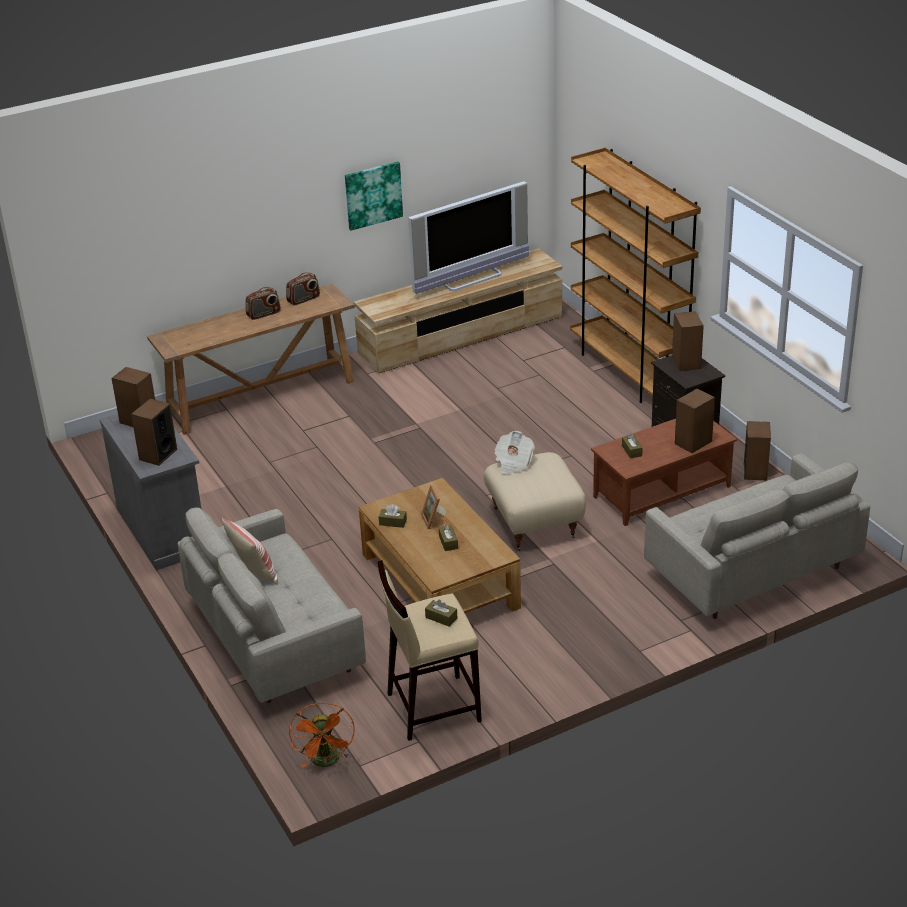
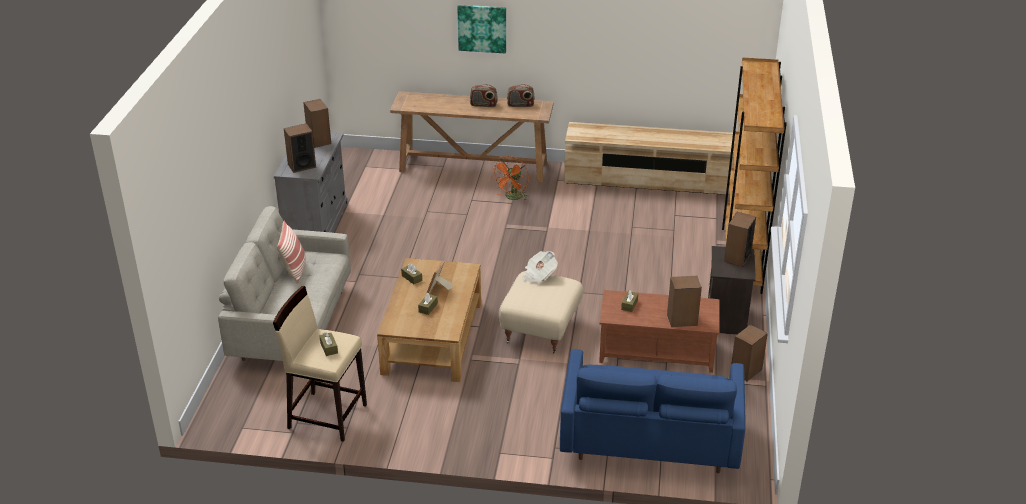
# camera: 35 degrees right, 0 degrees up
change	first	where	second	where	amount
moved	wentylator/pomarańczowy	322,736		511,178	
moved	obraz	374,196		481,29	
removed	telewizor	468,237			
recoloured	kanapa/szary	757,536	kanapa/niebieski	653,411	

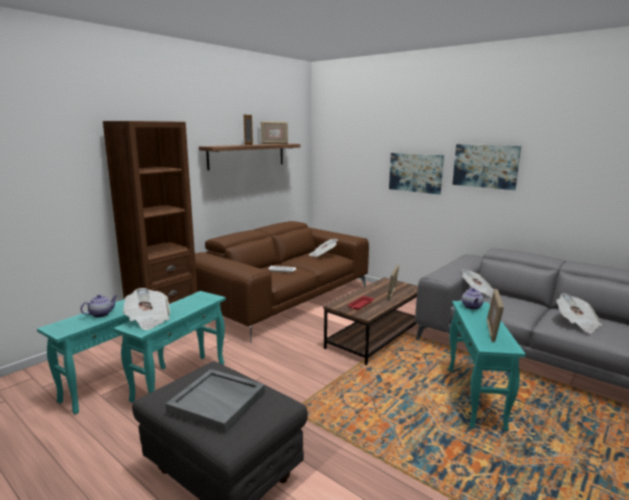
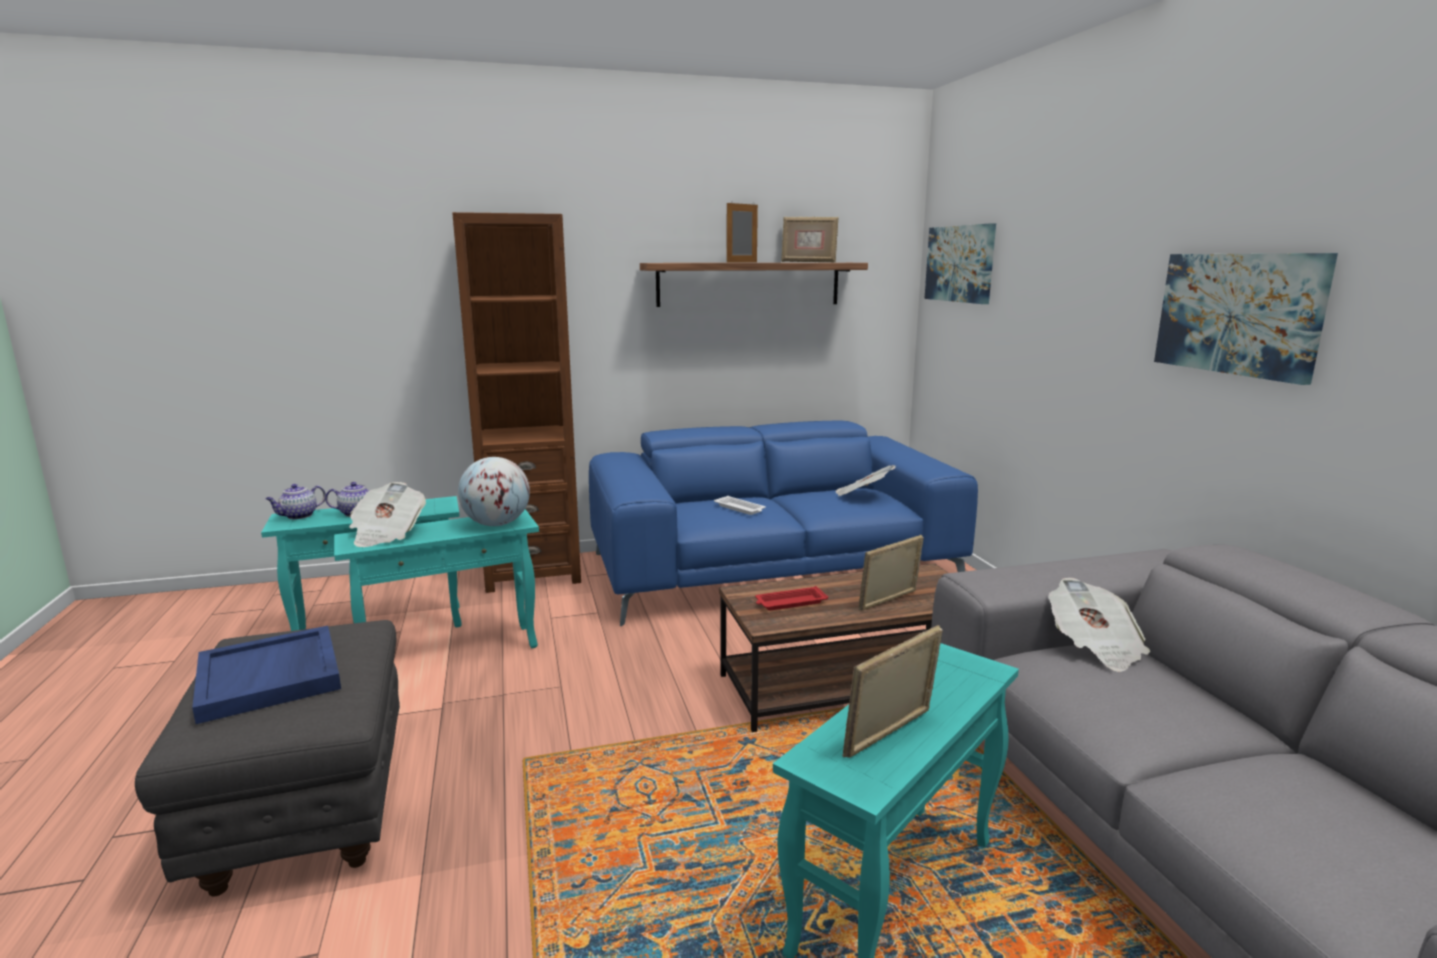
# camera: 35 degrees right, 0 degrees up
change	first	where	second	where	amount
recoloured	taca/szary	215,401	taca/niebieski	266,675	
recoloured	kanapa/brązowy	282,282	kanapa/niebieski	783,523	
moved	obraz	416,173		960,263	
moved	imbryk	473,298		296,501	
removed	gazeta	579,313			
added			globus	494,491	

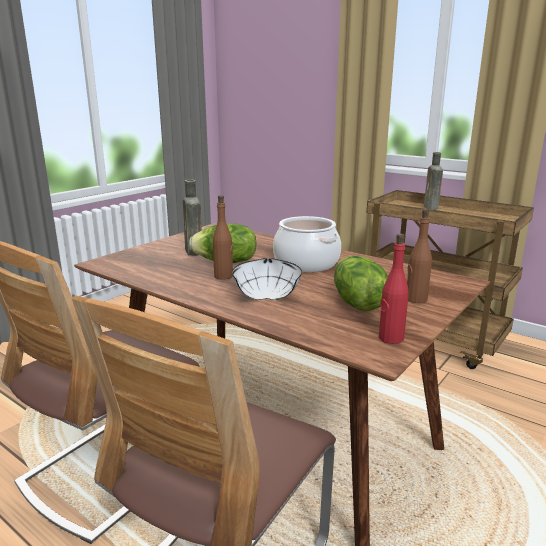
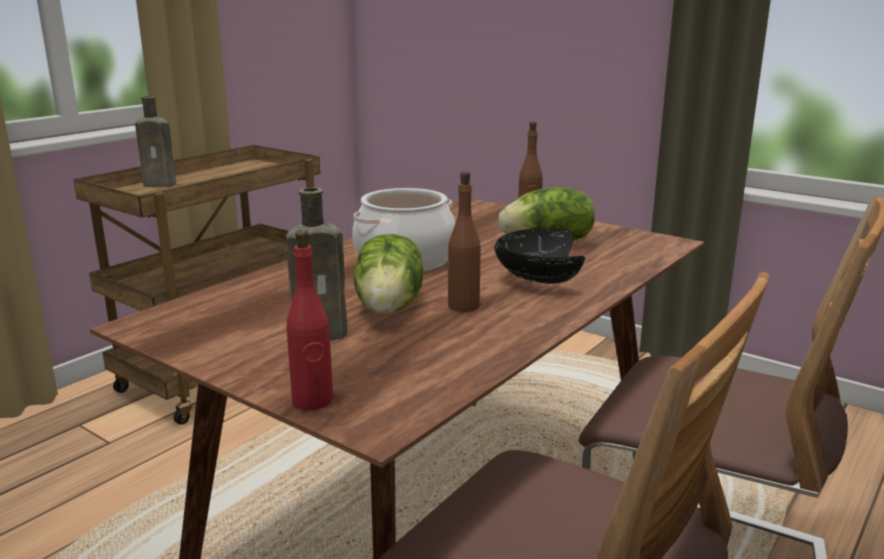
# camera: 90 degrees left, 0 degrees up
change	first	where	second	where	amount
recoloured	miska/biały	267,279	miska/czarny	539,256	
moved	butelka/czerwony	394,289		310,320	

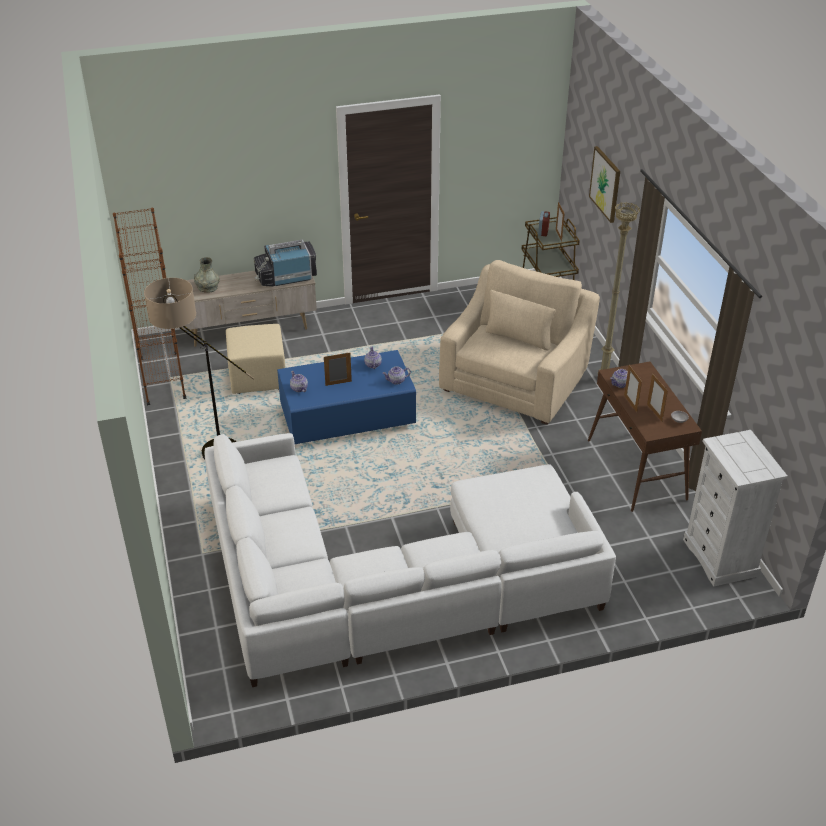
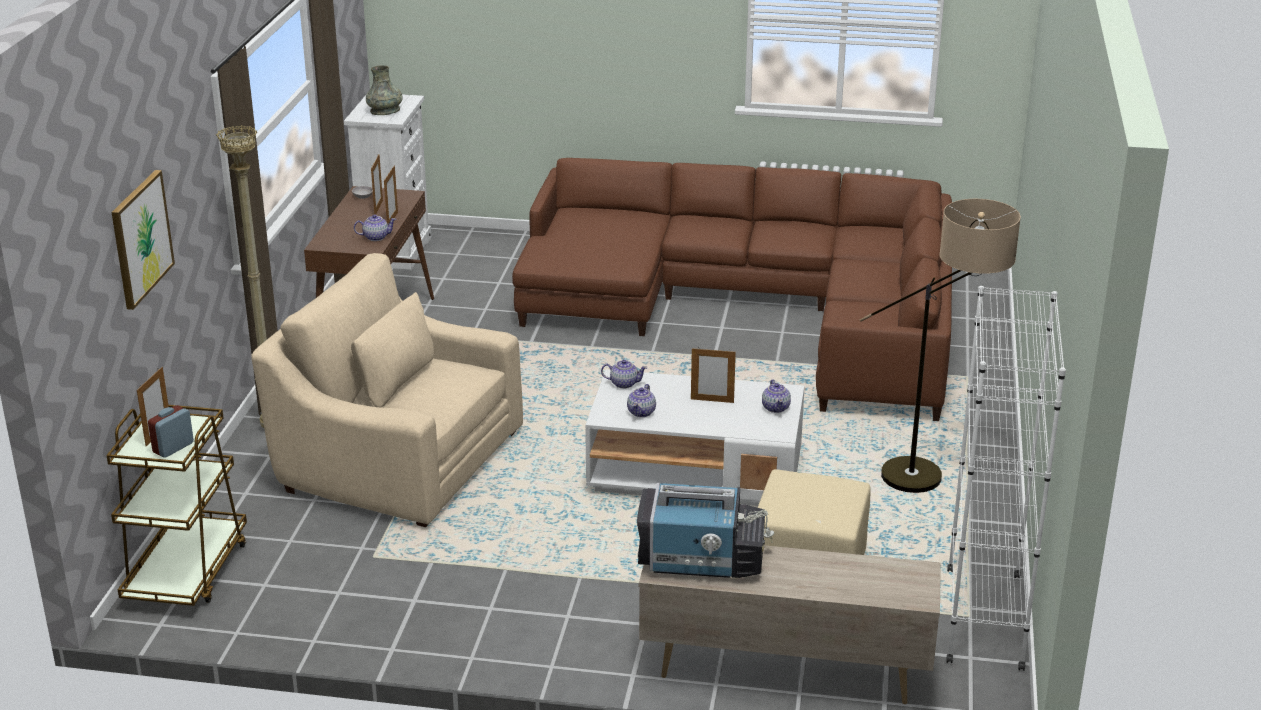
# camera: 155 degrees left, 10 degrees down
change	first	where	second	where	amount
recoloured	regał/brązowy	149,306	regał/biały	1006,478	
moved	wazon/szary	207,275		384,90	
recoloured	kanapa/biały	410,560	kanapa/brązowy	732,289	
recoloured	ława/niebieski	346,397	ława/biały	695,437	
turned	fotel/beżowy	519,342		387,390	60 degrees clockwise

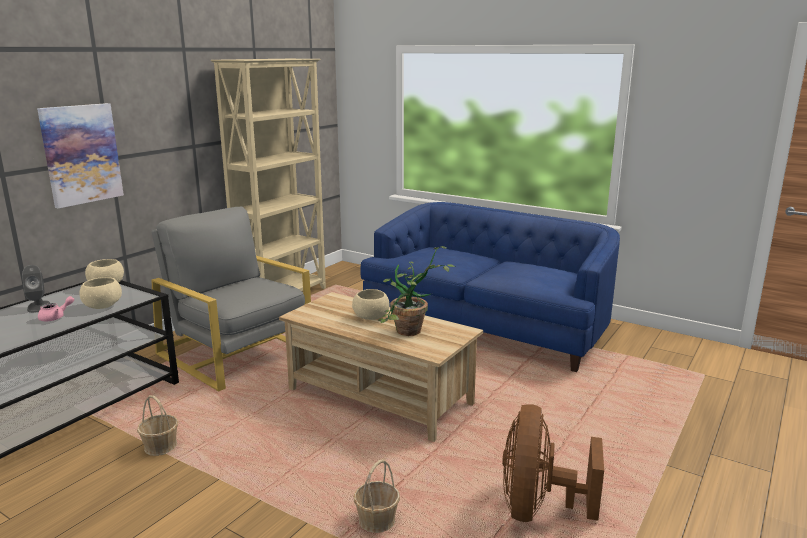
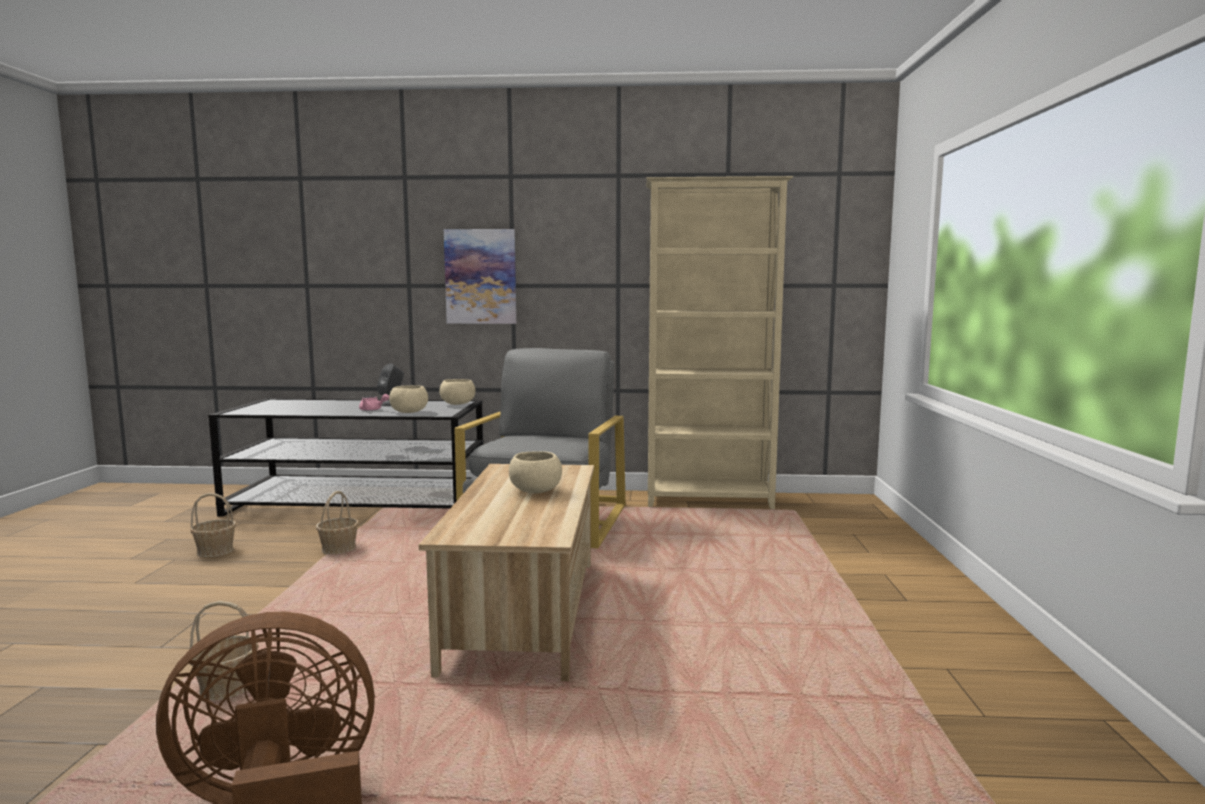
# camera: 60 degrees right, 10 degrees down
change	first	where	second	where	amount
removed	kanapa/niebieski	490,287			
removed	roślina doniczkowa	416,291			
added			koszyk	213,525	

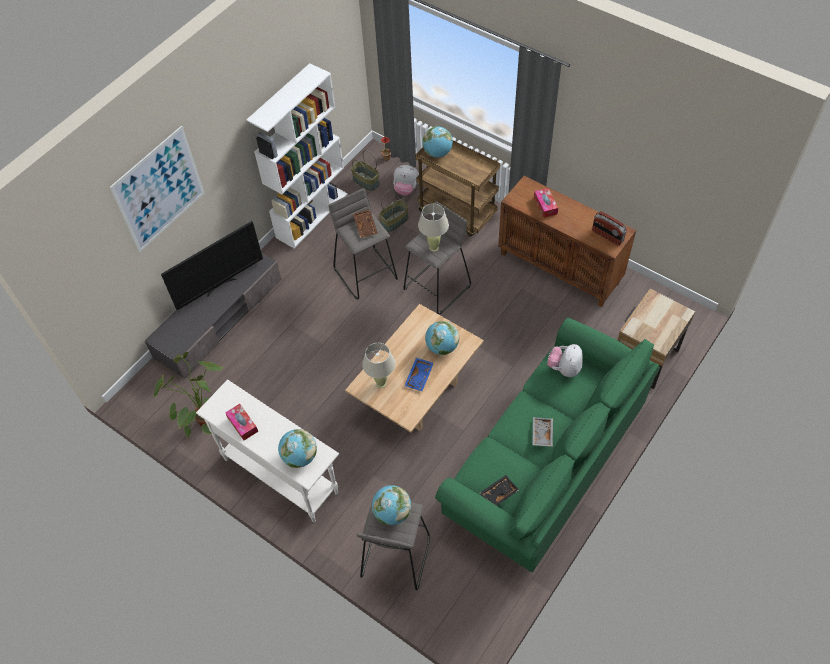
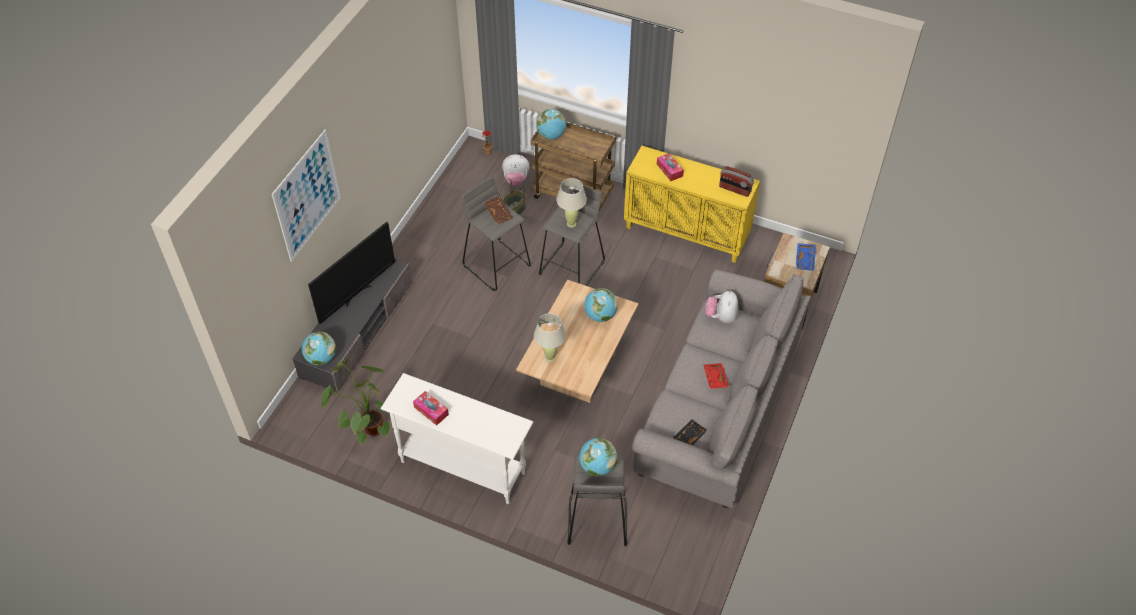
# camera: 15 degrees left, 5 degrees down
change	first	where	second	where	amount
removed	regał/biały	297,155			
moved	globus	297,448		319,349	
removed	koszyk	365,170			
moved	taca/niebieski	419,374		806,257	
recoloured	kanapa/zielony	547,445	kanapa/szary	721,388	
recoloured	szafka/brązowy	567,241	szafka/żółty	692,204	
recoloured	taca/szary	542,432	taca/czerwony	716,376	

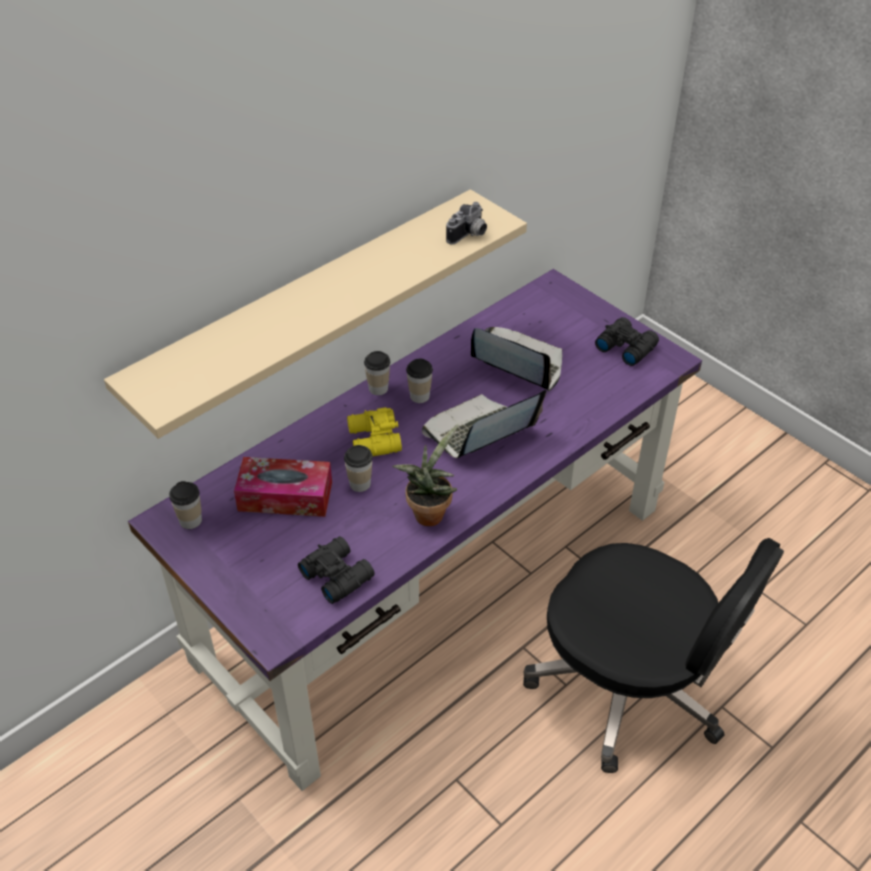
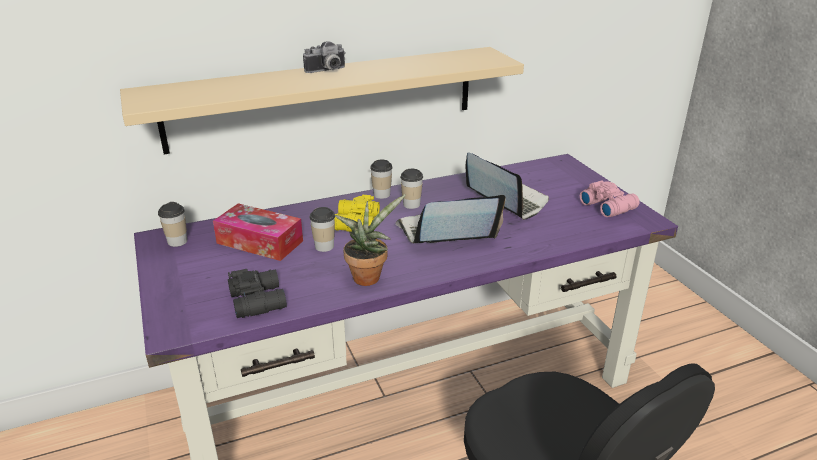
# camera: 20 degrees right, 15 degrees down
change	first	where	second	where	amount
moved	aparat fotograficzny	466,223		324,57	
recoloured	lornetka/czarny	627,341	lornetka/różowy	610,198	

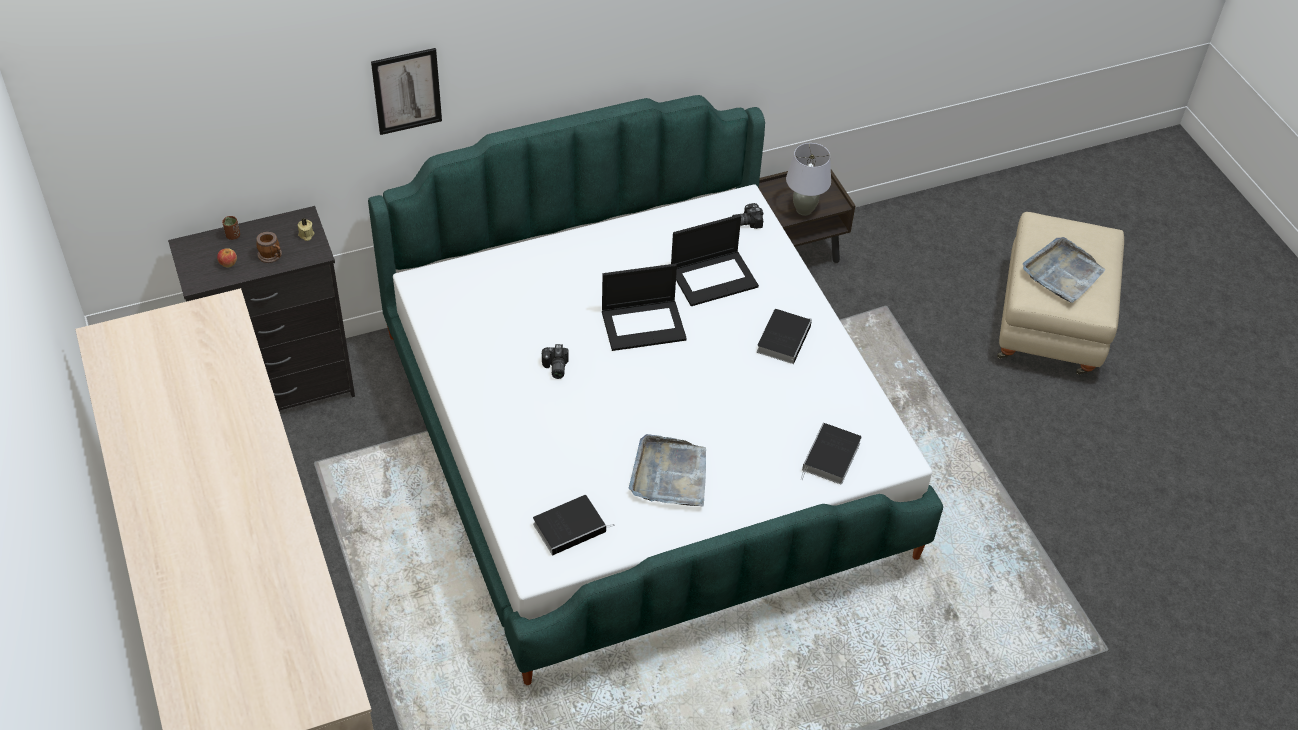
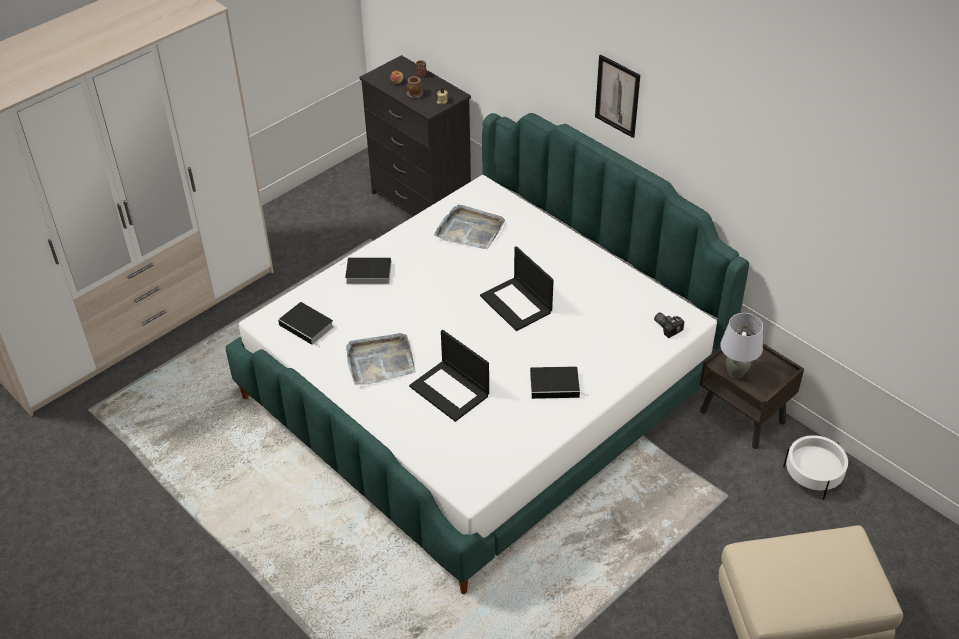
# camera: 70 degrees right, 5 degrees down
change	first	where	second	where	amount
moved	obraz	406,91		617,96	
removed	aparat fotograficzny	555,361			
moved	laptop	715,260		449,376	
moved	książka	831,453		365,270	
moved	taca/szary	1064,270		469,226	
added			donica/biały	815,467	

